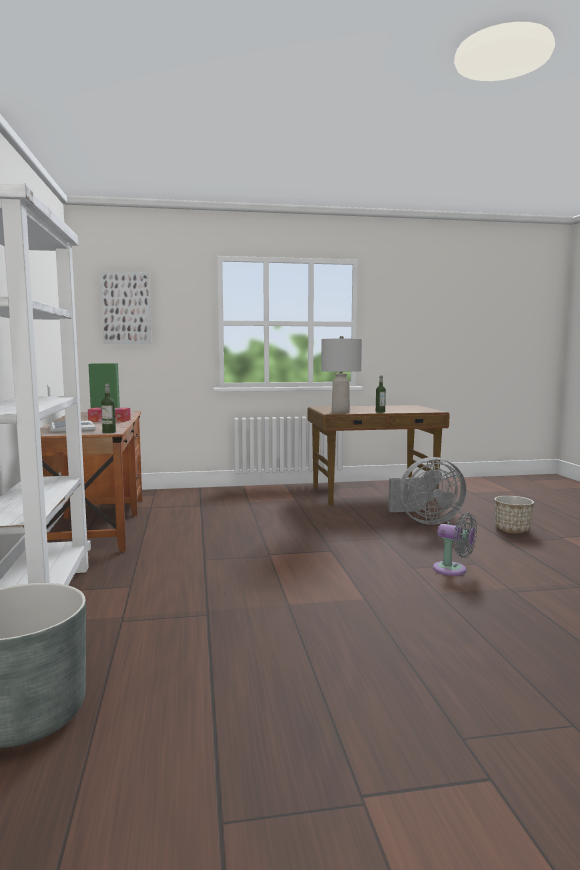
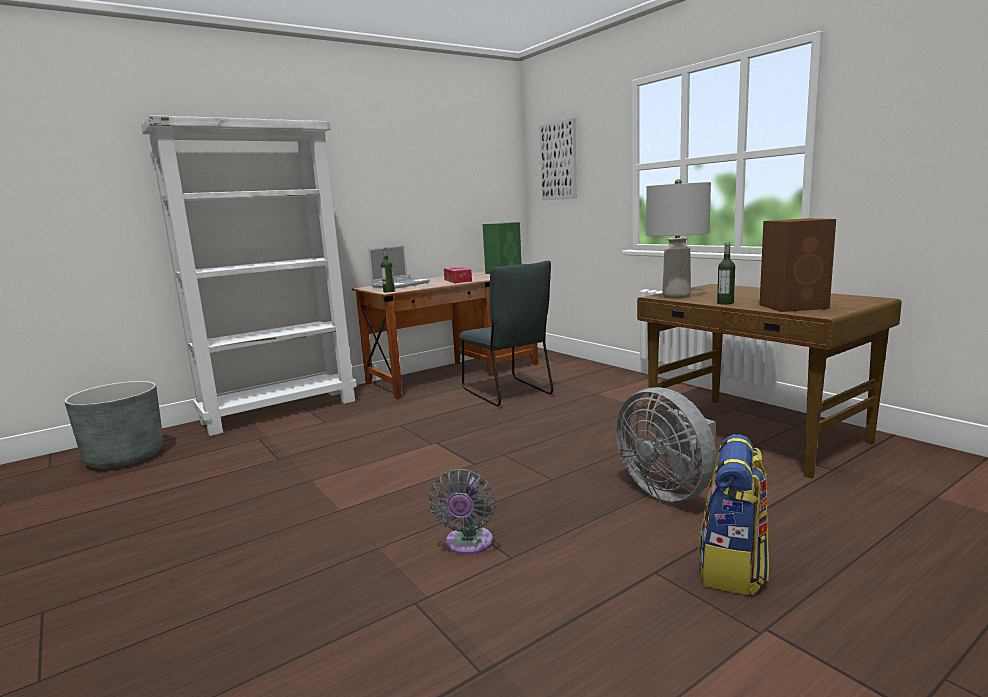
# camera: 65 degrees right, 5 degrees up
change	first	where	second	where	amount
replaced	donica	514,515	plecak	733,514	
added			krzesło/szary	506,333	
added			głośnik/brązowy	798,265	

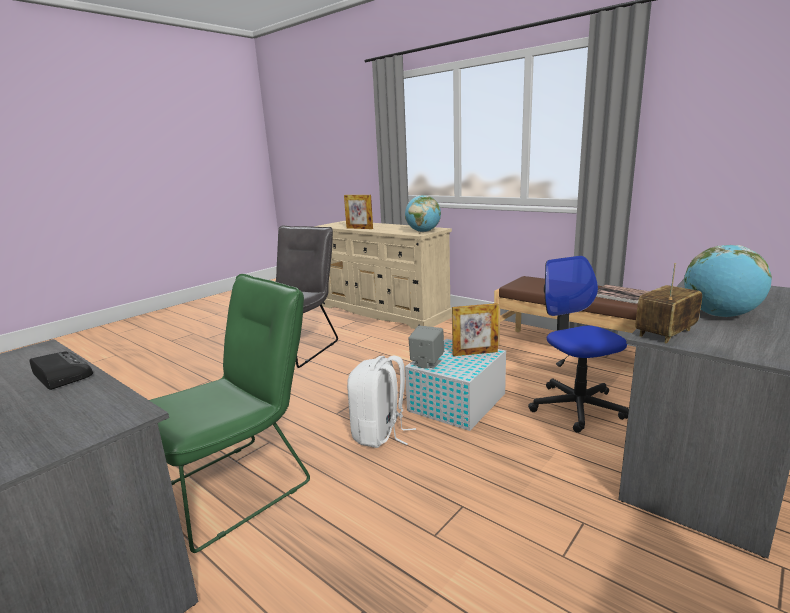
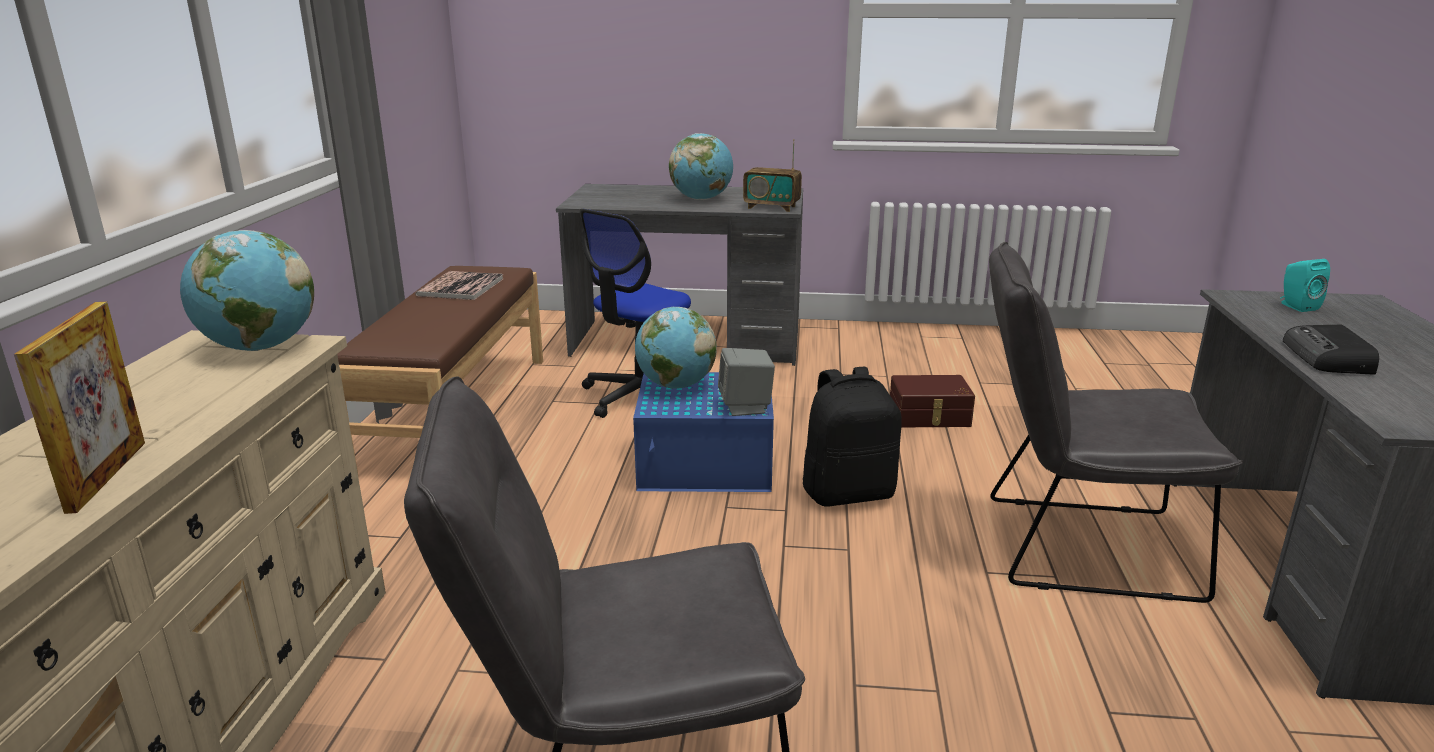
# camera: 125 degrees left, 5 degrees up
change	first	where	second	where	amount
recoloured	krzesło/zielony	229,413	krzesło/szary	1116,422	
recoloured	plecak/biały	381,402	plecak/czarny	852,436	
recoloured	pojemnik do przechowywania/biały	455,385	pojemnik do przechowywania/niebieski	703,432	
replaced	ramka na zdjęcie	475,329	globus	676,348	
added			pojemnik do przechowywania/brązowy	932,401	
added			głośnik/turkusowy	1305,285	

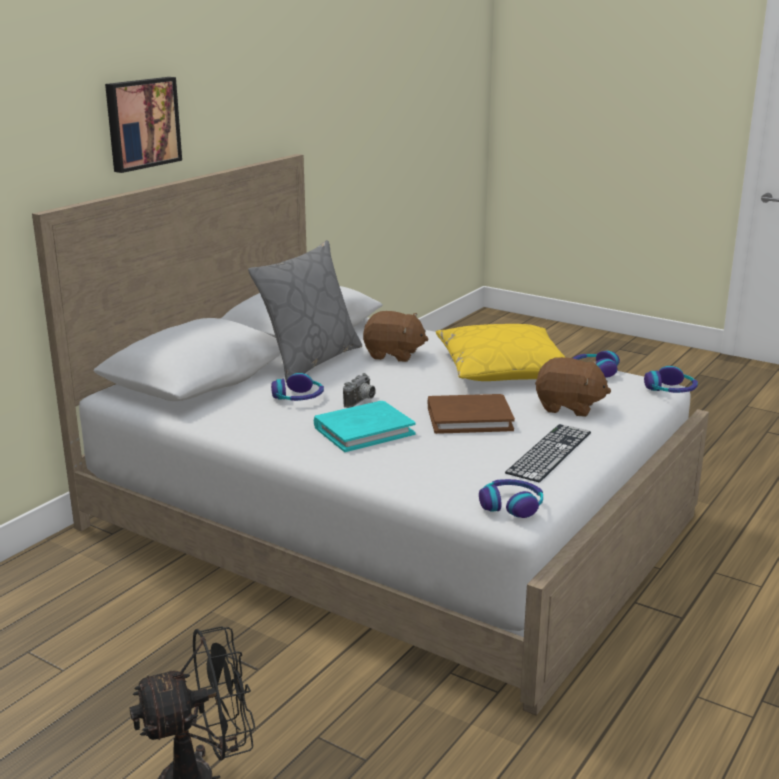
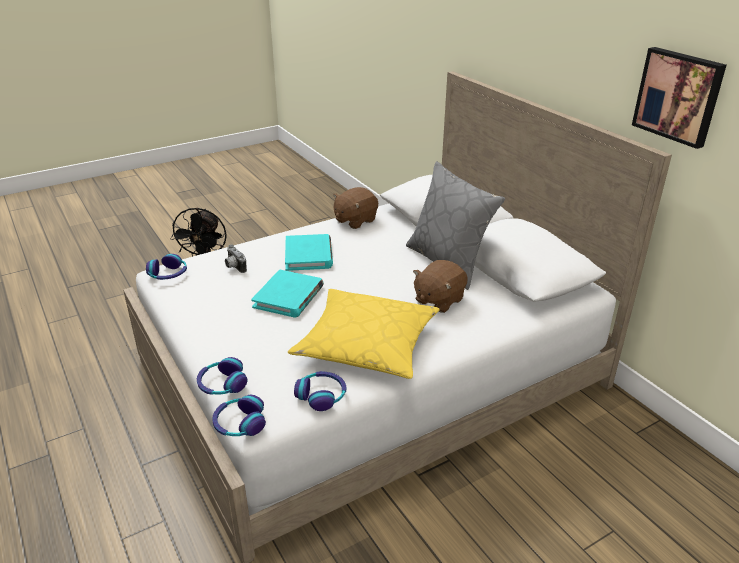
# camera: 115 degrees right, 10 degrees up
change	first	where	second	where	amount
moved	obraz	143,125		679,98	
moved	słuchawki	297,387		222,376	
moved	aparat fotograficzny	359,390		236,258	
recoloured	książka/brązowy	471,414	książka/turkusowy	287,294	
removed	klawiatura	548,453			
moved	pluszak/brązowy	573,387		355,208	

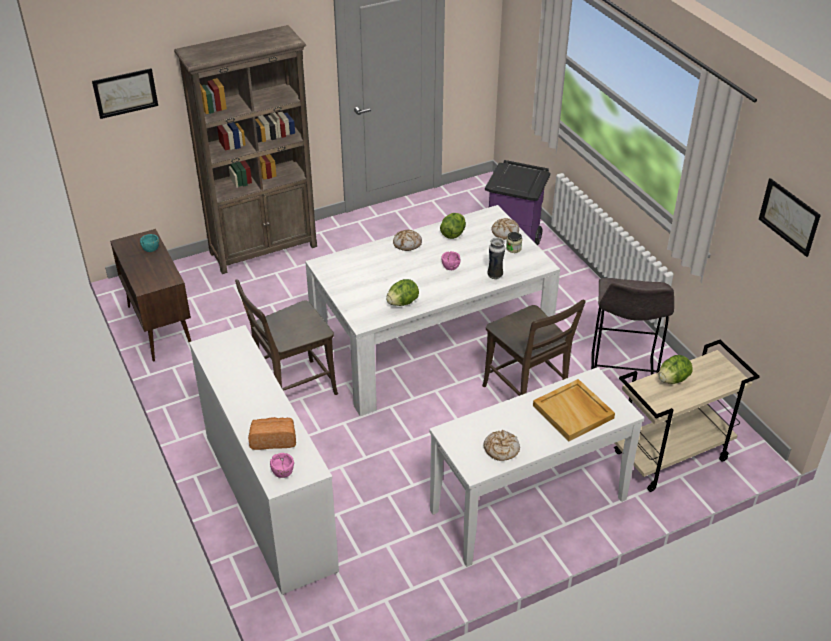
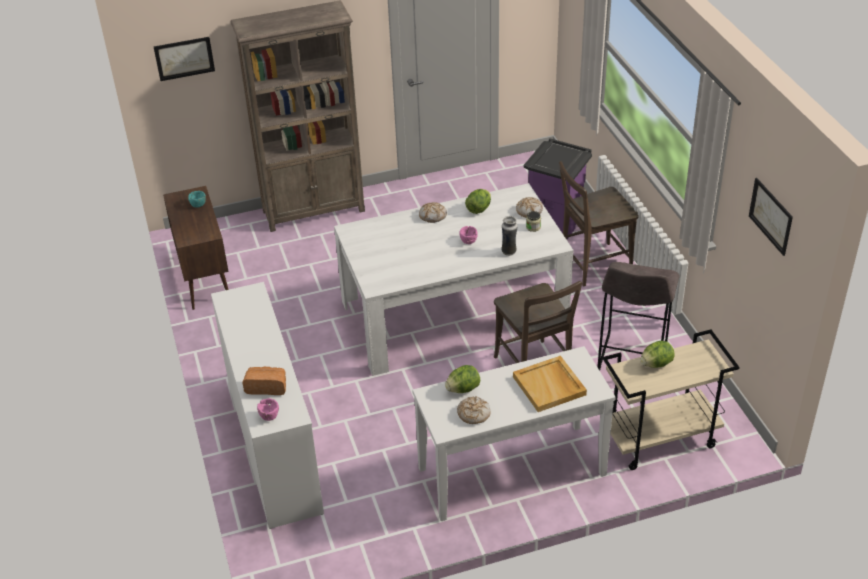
# camera: 10 degrees right, 0 degrees up
change	first	where	second	where	amount
moved	krzesło/brązowy	286,337		599,223	
moved	sałata	402,292		462,379	

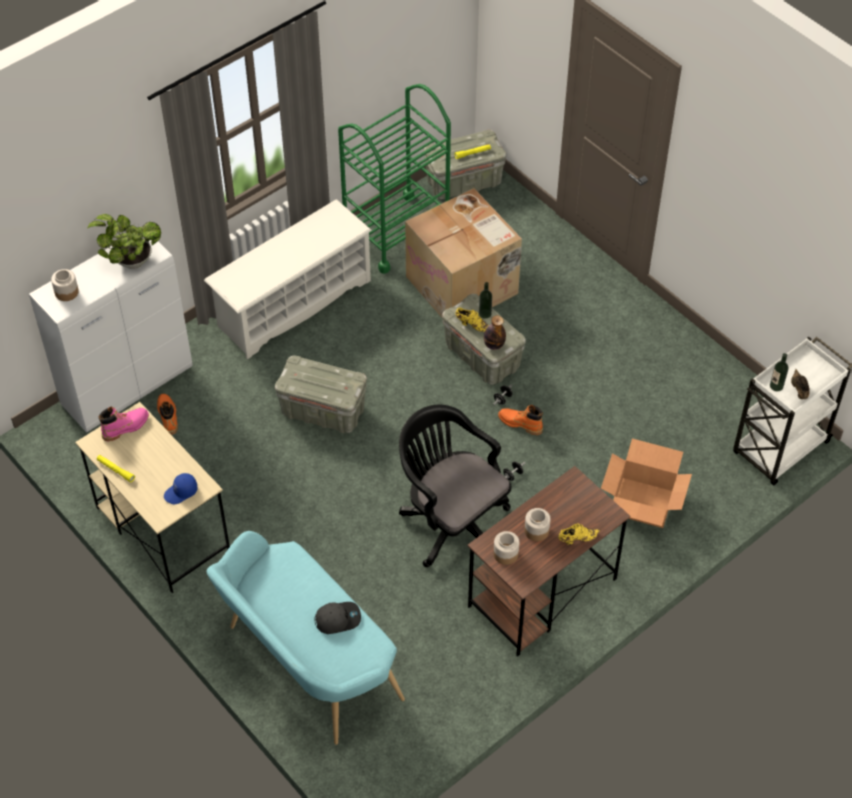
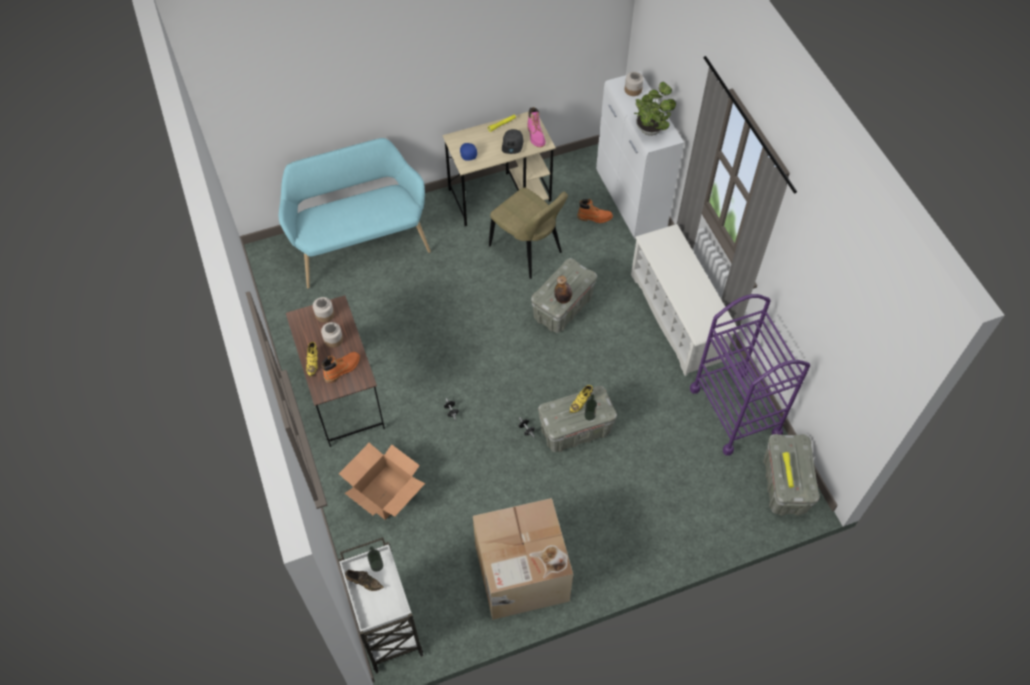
# camera: 110 degrees right, 5 degrees up
change	first	where	second	where	amount
moved	czapka z daszkiem/szary	337,618		512,141	
recoloured	wózek/zielony	394,179	wózek/fioletowy	750,375	
removed	krzesło biurowe/czarny	455,485			
moved	karton	463,253		523,559	
moved	butelka	495,333		563,290	
moved	but z cholewką/pomarańczowy	520,420		340,367	
added			krzesło/beżowy	528,233	

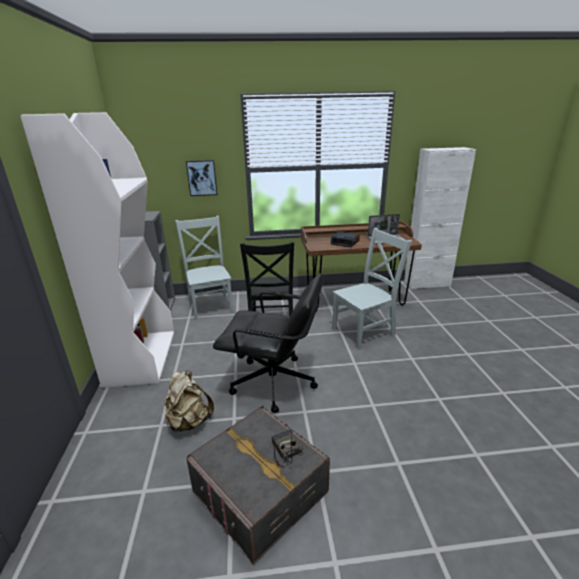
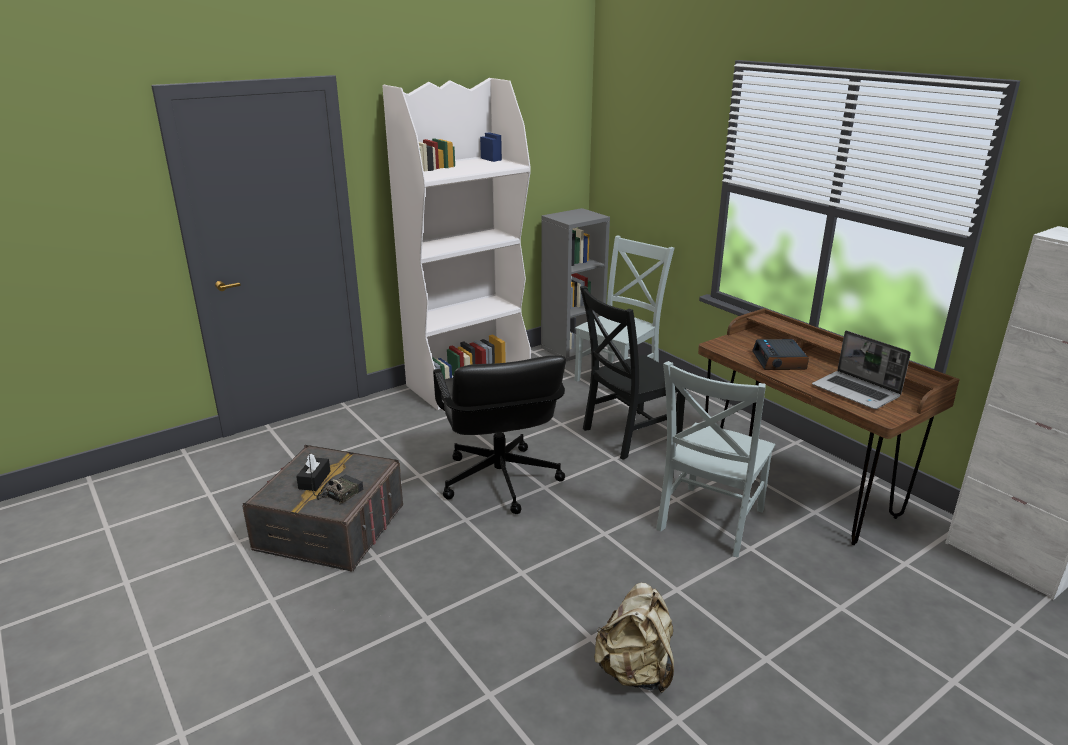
# camera: 60 degrees right, 0 degrees up
change	first	where	second	where	amount
moved	plecak/beżowy	189,401		634,638	
removed	obraz	202,178			
turned	krzesło/szary	372,288		715,459	90 degrees clockwise
added			pudełko chusteczek/czarny	313,472	

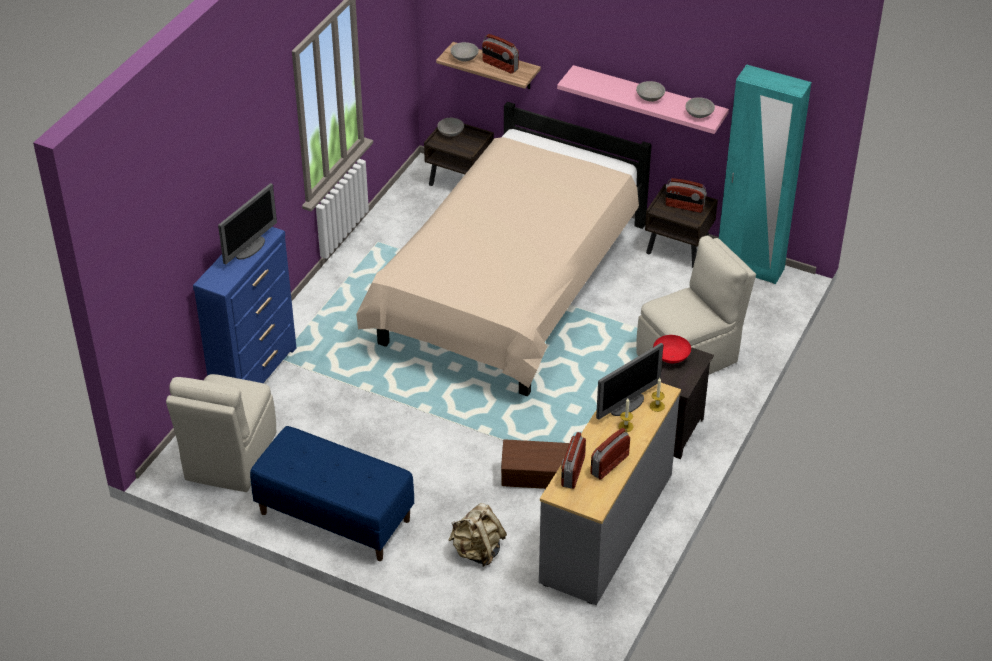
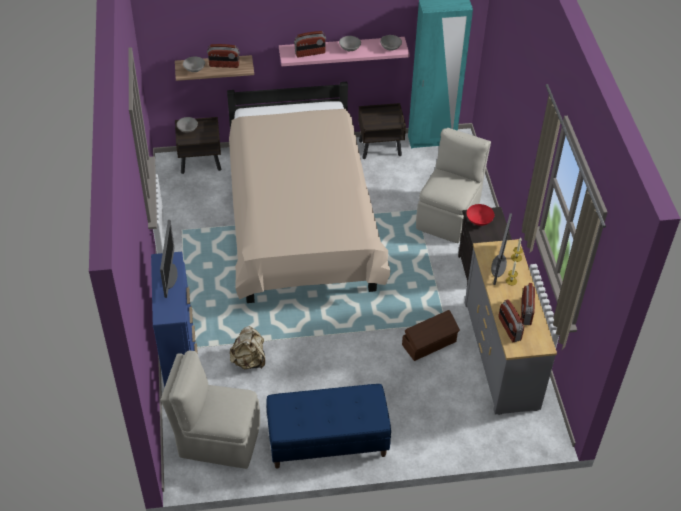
# camera: 35 degrees left, 5 degrees up
change	first	where	second	where	amount
turned	krzesło/beżowy	221,433		210,410	120 degrees clockwise
moved	plecak/beżowy	478,535		247,348	
moved	radio	686,195		310,44	

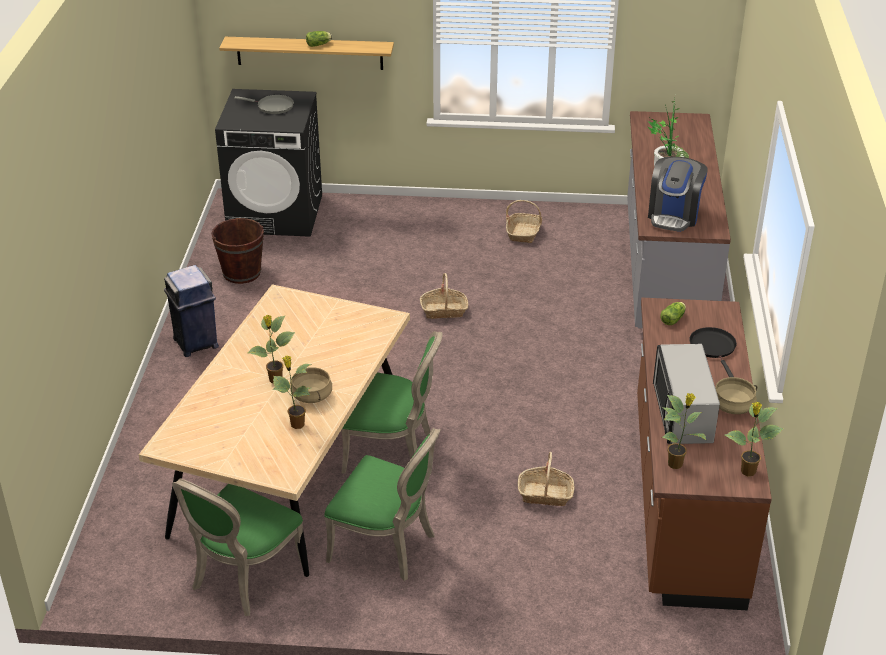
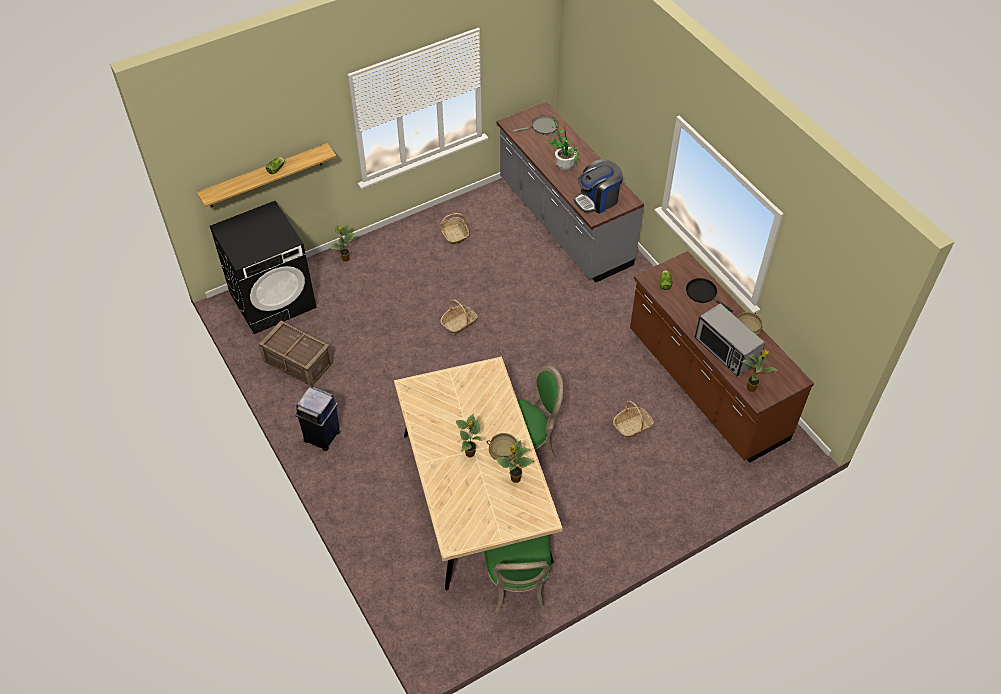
# camera: 35 degrees left, 15 degrees up
change	first	where	second	where	amount
replaced	wiadro/brązowy	237,251	skrzynka	296,354	
moved	patelnia/szary	264,104		536,124	
removed	krzesło/zielony	382,504			
turned	ekspres do kawy	678,194		598,186	75 degrees clockwise
moved	roślina doniczkowa	754,439		342,243	

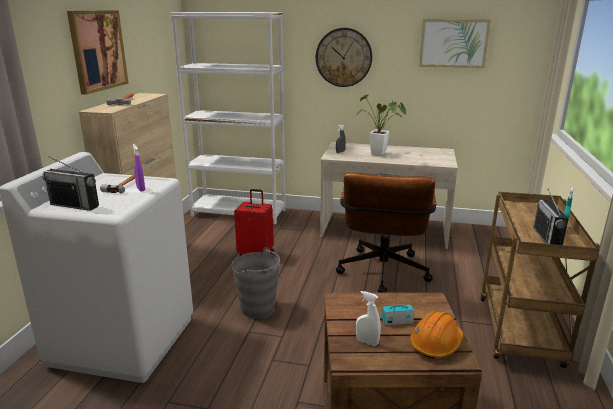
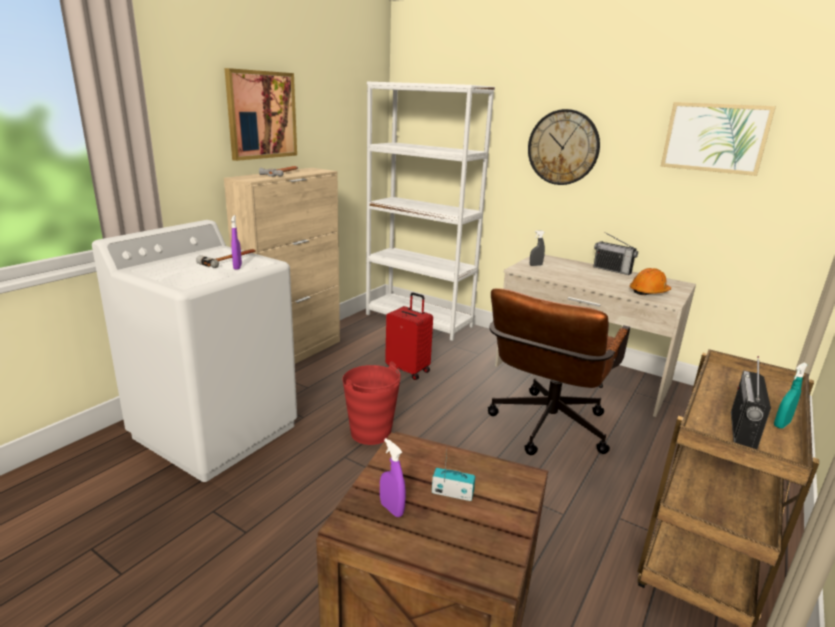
# camera: 20 degrees right, 0 degrees up
change	first	where	second	where	amount
moved	radio	70,183		615,253	
recoloured	wiadro/szary	256,283	wiadro/czerwony	372,403	
recoloured	spryskiwacz/biały	368,318	spryskiwacz/fioletowy	393,477	
removed	roślina doniczkowa	381,125			
moved	kask/pomarańczowy	436,335		650,281	

